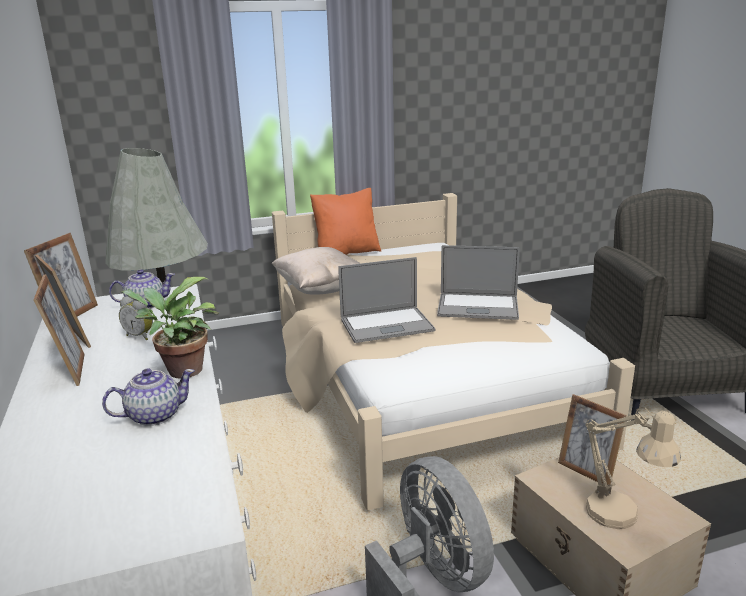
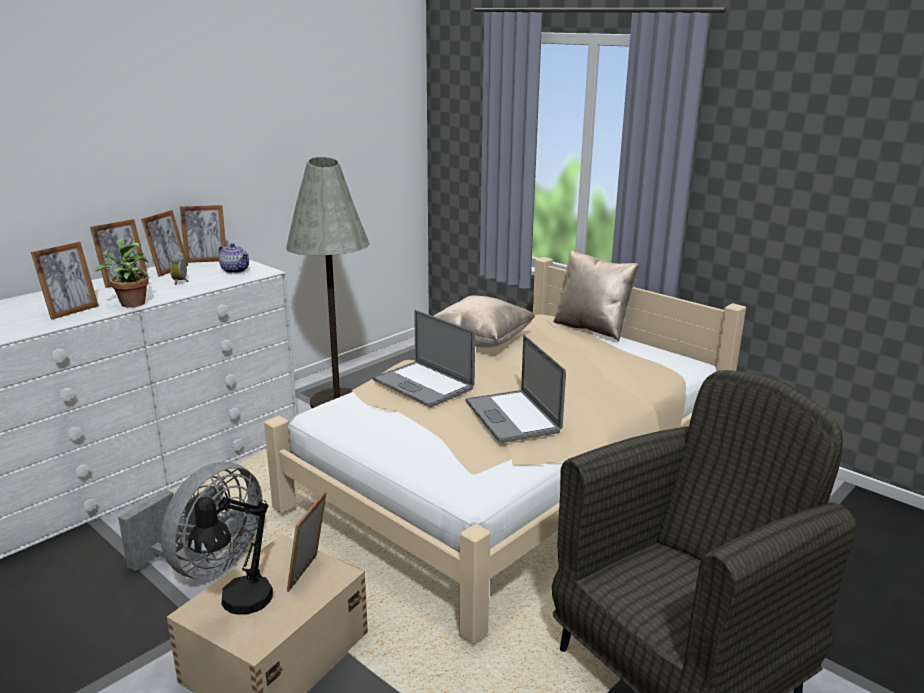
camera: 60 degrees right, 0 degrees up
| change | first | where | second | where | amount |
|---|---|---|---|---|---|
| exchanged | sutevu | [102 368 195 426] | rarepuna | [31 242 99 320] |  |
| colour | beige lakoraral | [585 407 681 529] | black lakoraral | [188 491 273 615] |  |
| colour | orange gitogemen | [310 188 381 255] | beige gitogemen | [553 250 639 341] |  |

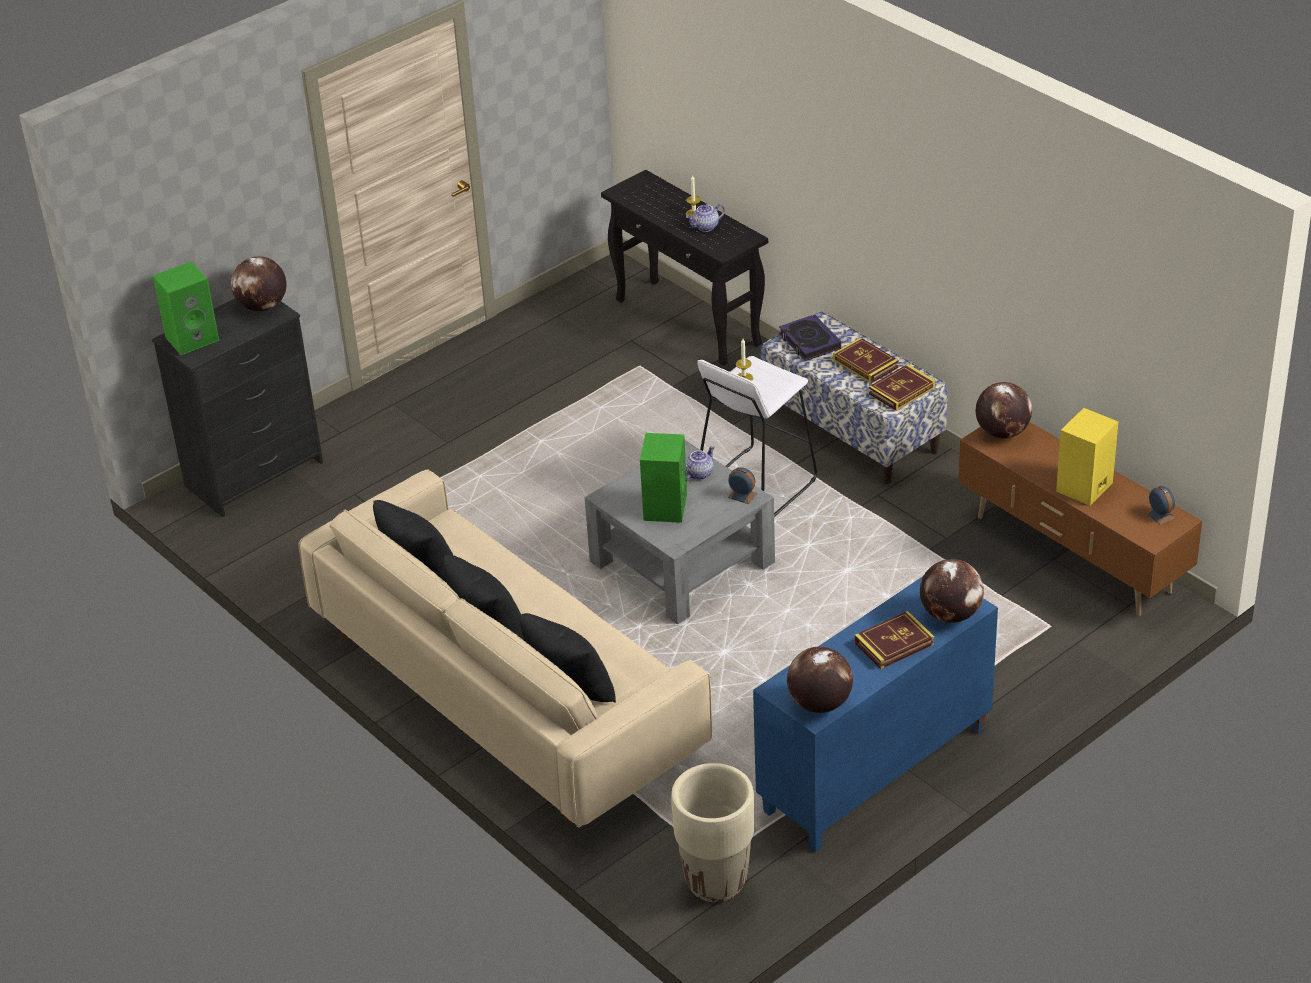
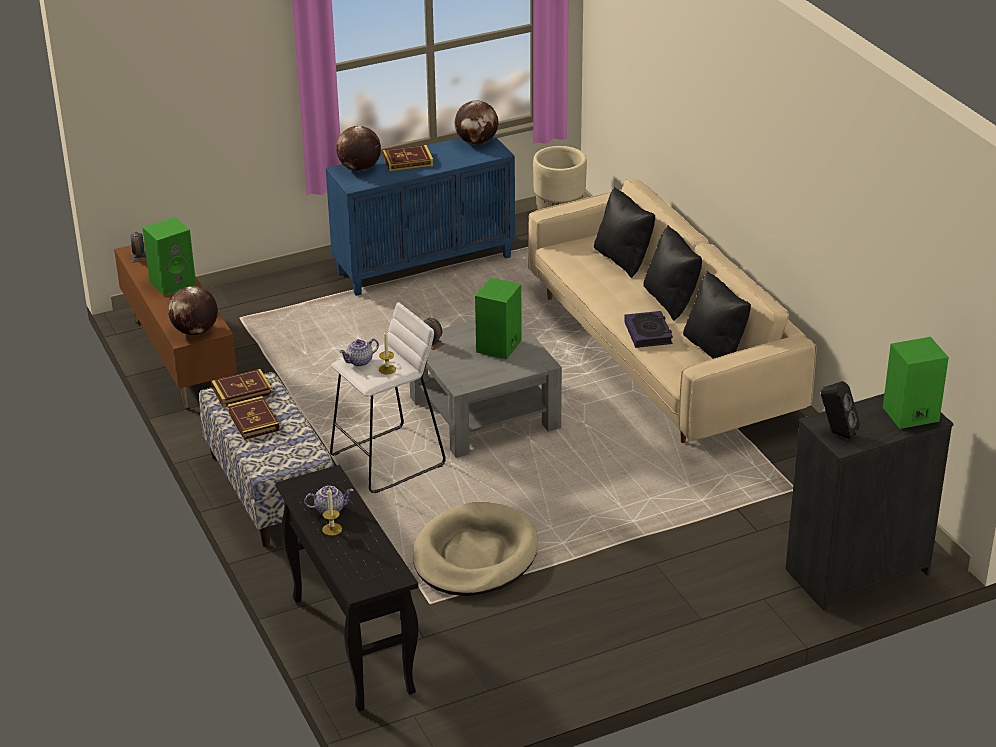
camera: 165 degrees left, 5 degrees down
| change | first | where | second | where | amount |
|---|---|---|---|---|---|
| colour | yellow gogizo | [1056 408 1118 506] | green gogizo | [142 217 196 296] |  |
| relocated | sutevu | [686 446 715 480] |  | [339 339 379 366] |  |
| appeared |  |  | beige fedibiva | [413 502 538 596] |  |
| relocated | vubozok | [779 314 841 361] |  | [624 311 673 348] |  |
| exchanged | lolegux | [231 256 287 312] | black gogizo | [821 381 860 440] |  |

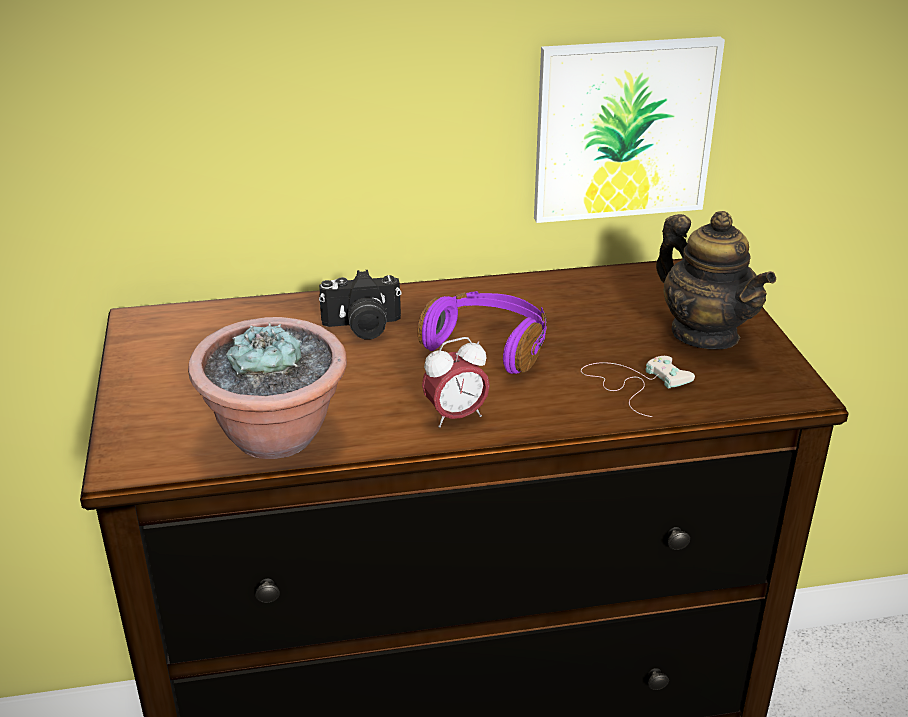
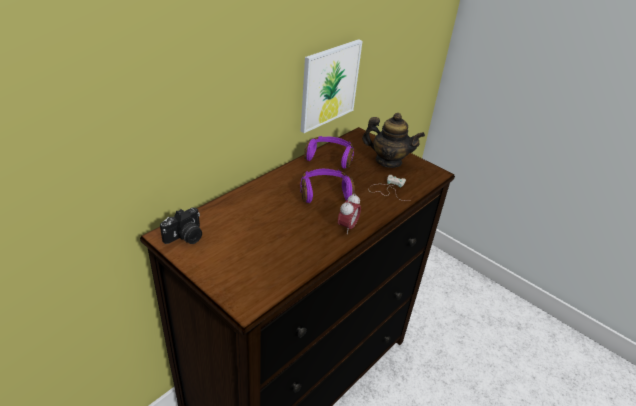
camera: 40 degrees left, 5 degrees up
| change | first | where | second | where | amount |
|---|---|---|---|---|---|
| relocated | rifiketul | [319 270 402 339] |  | [160 207 202 244] |  |
| appeared |  |  | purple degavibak | [304 136 354 169] |  |
| missing | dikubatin | [188 317 347 459] |  |  |  |

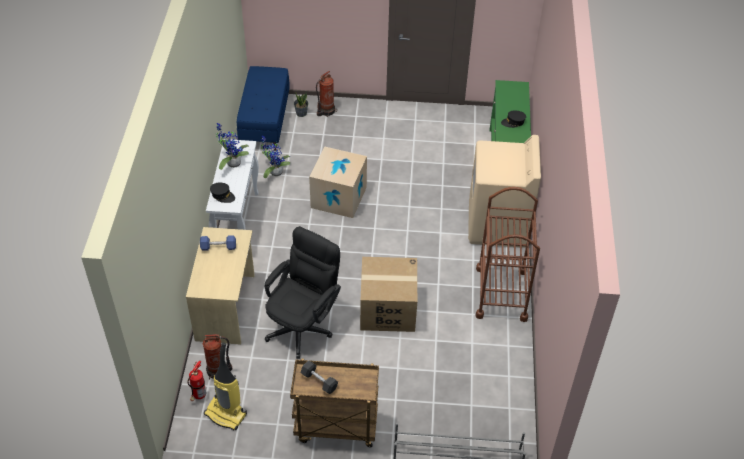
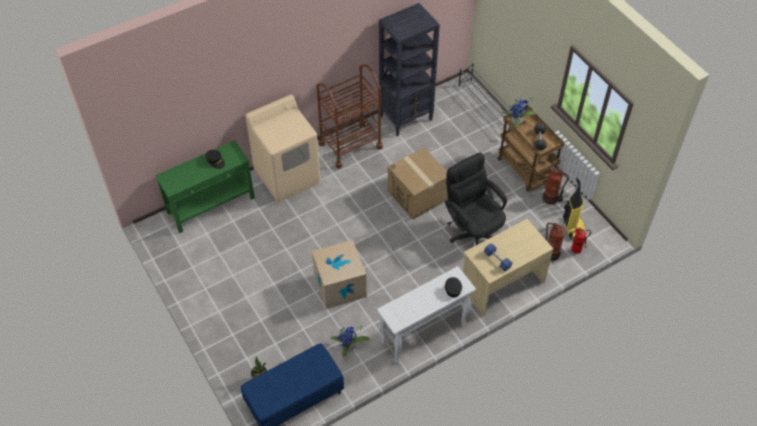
camera: 125 degrees left, 5 degrees up
| change | first | where | second | where | amount |
|---|---|---|---|---|---|
| appeared |  |  | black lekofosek | [379 3 440 136] |  |
| spun | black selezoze | [264 226 341 359] |  | [445 152 507 245] | 60 degrees clockwise |
| relocated | dikubatin | [216 123 249 170] |  | [502 96 537 126] |  |
| relocated | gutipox | [316 71 337 117] |  | [543 168 569 205] |  |

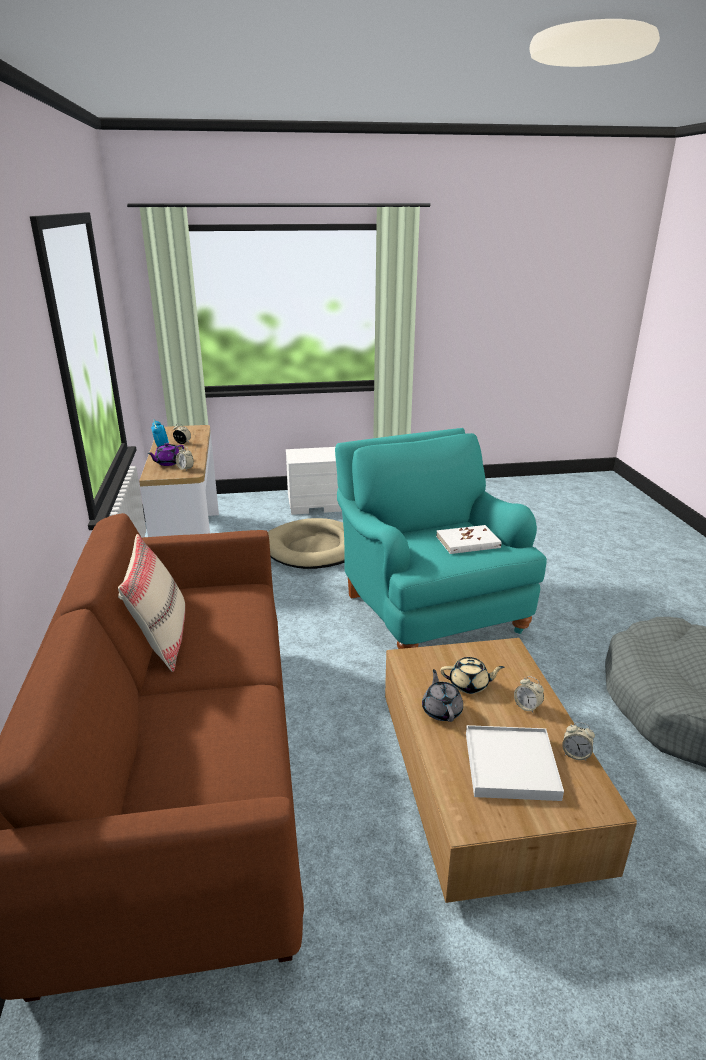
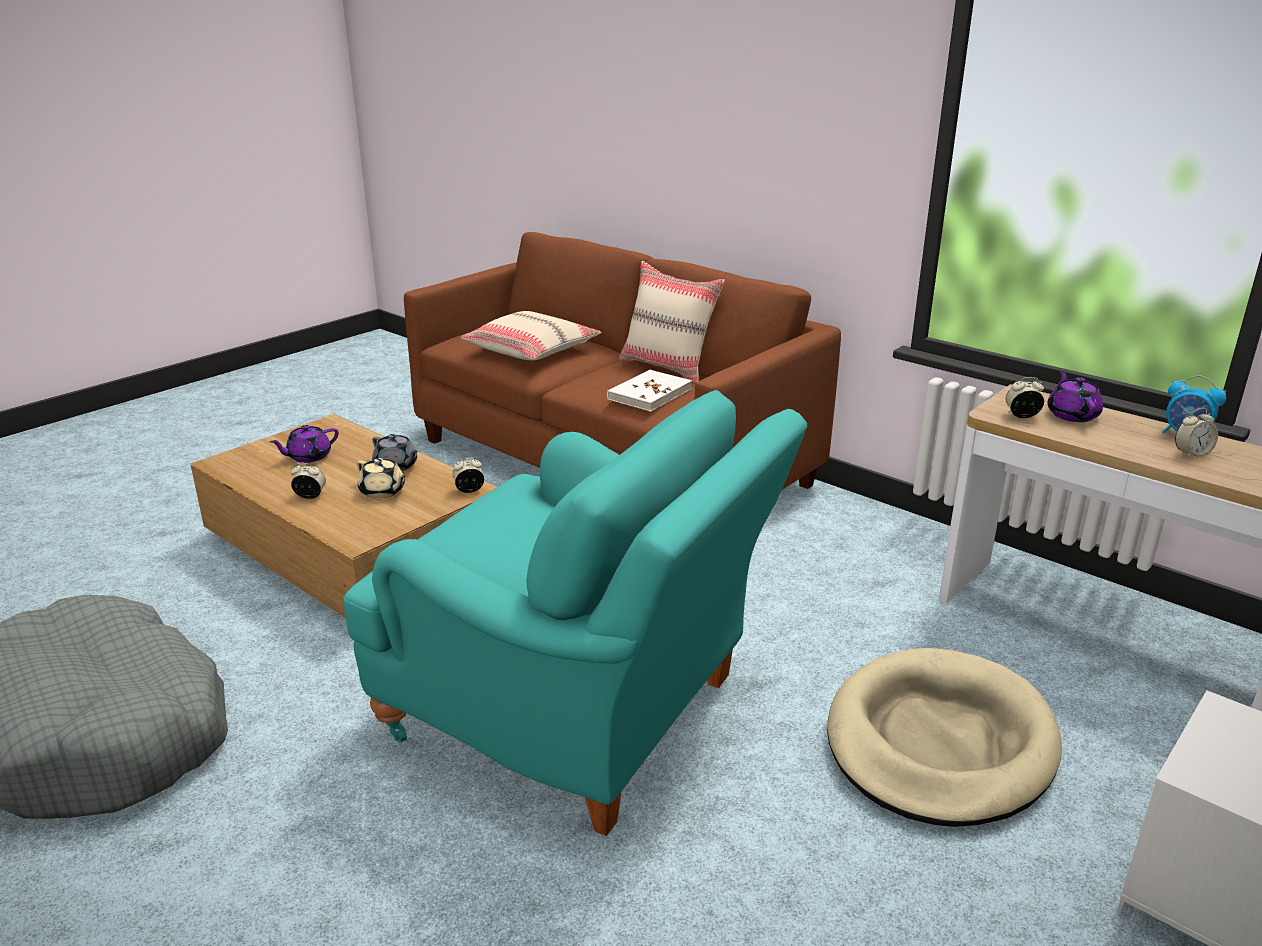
camera: 140 degrees right, 0 degrees up
| change | first | where | second | where | amount |
|---|---|---|---|---|---|
| exchanged | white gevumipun | [466 725 564 801] | purple sutevu | [270 425 339 463] |  |
| spun | beige sutevu | [441 657 504 694] |  | [357 458 406 499] | 105 degrees counterclockwise |
| relocated | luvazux | [562 722 595 761] |  | [452 457 484 493] |  |
| appeared |  |  | beige gitogemen | [461 311 601 360] |  |
| relocated | white vubozok | [436 525 501 554] |  | [607 370 692 411] |  |

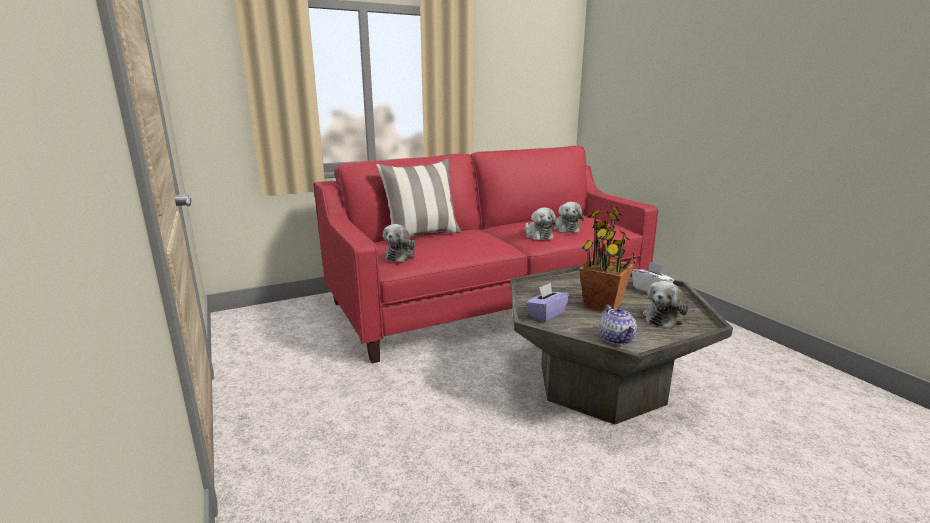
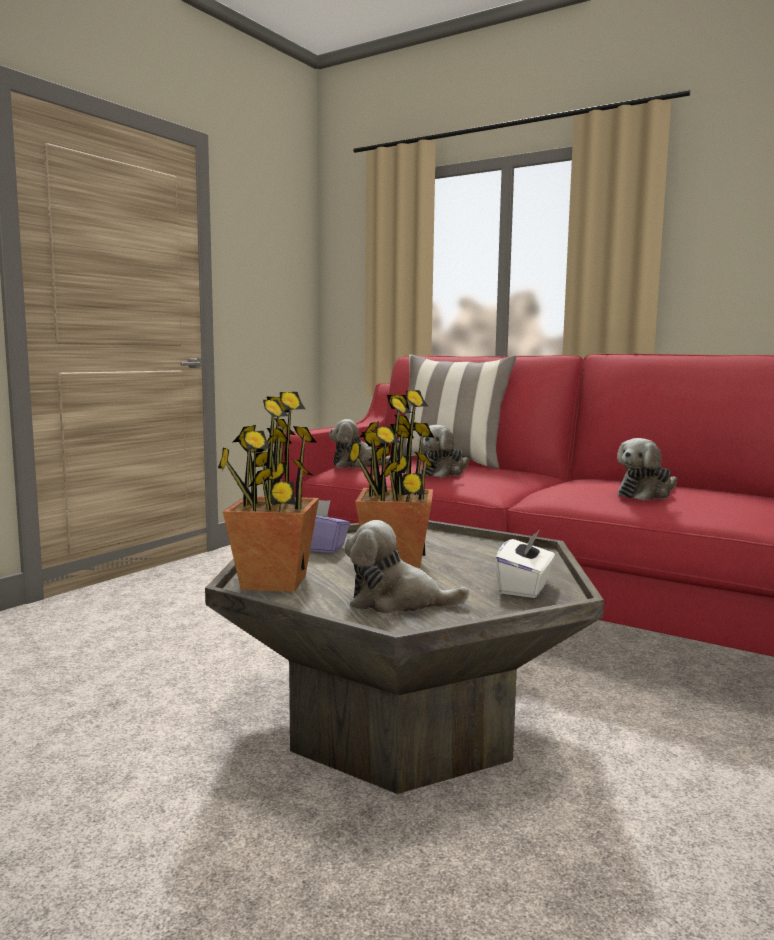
camera: 60 degrees right, 10 degrees down
| change | first | where | second | where | amount |
|---|---|---|---|---|---|
| exchanged | sutevu | [599 305 637 345] | dikubatin | [218 392 319 592] |  |
| relocated | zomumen | [525 207 556 240] |  | [419 425 469 477] |  |

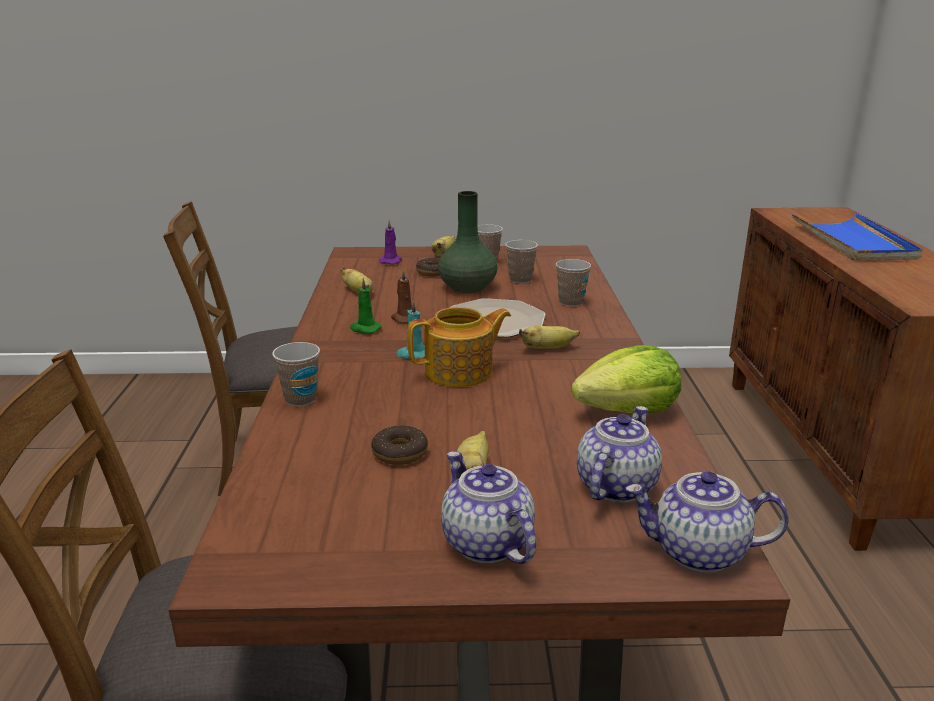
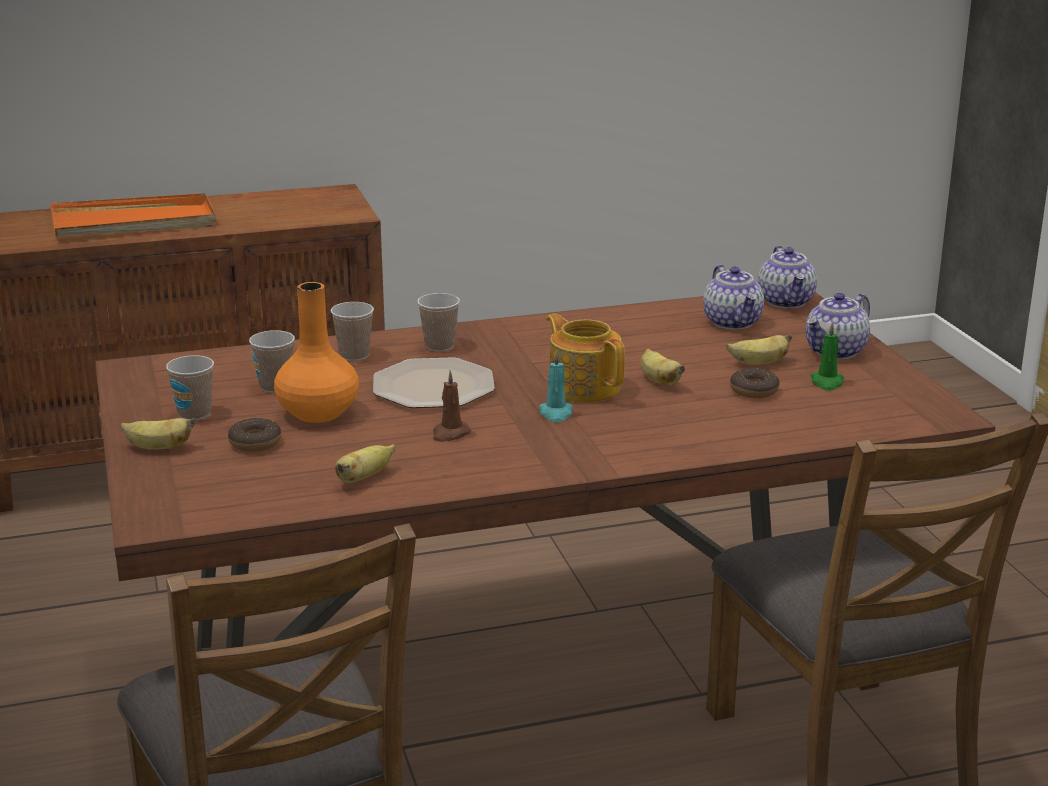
camera: 105 degrees left, 0 degrees up
| change | first | where | second | where | amount |
|---|---|---|---|---|---|
| colour | blue gevumipun | [792 213 923 261] | orange gevumipun | [50 193 216 237] |  |
| colour | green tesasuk | [438 191 497 293] | orange tesasuk | [274 282 359 423] |  |
| relocated | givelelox | [272 342 320 406] |  | [417 293 460 351] |  |
| relocated | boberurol | [519 326 580 349] |  | [640 348 685 385] |  |
| spun | sutevu | [577 406 662 502] |  | [703 265 764 330] | 120 degrees counterclockwise |
| relocated | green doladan | [350 278 382 333] |  | [811 322 844 390] |  |
| missing | purple doladan | [379 220 402 265] |  |  |  |
| missing | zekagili | [571 345 681 414] |  |  |  |

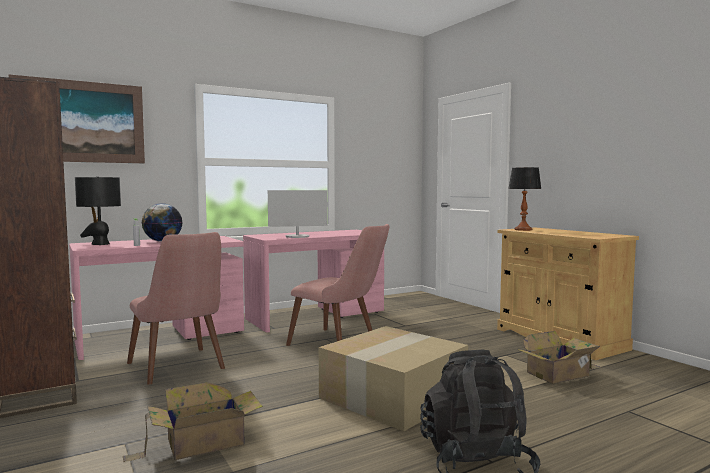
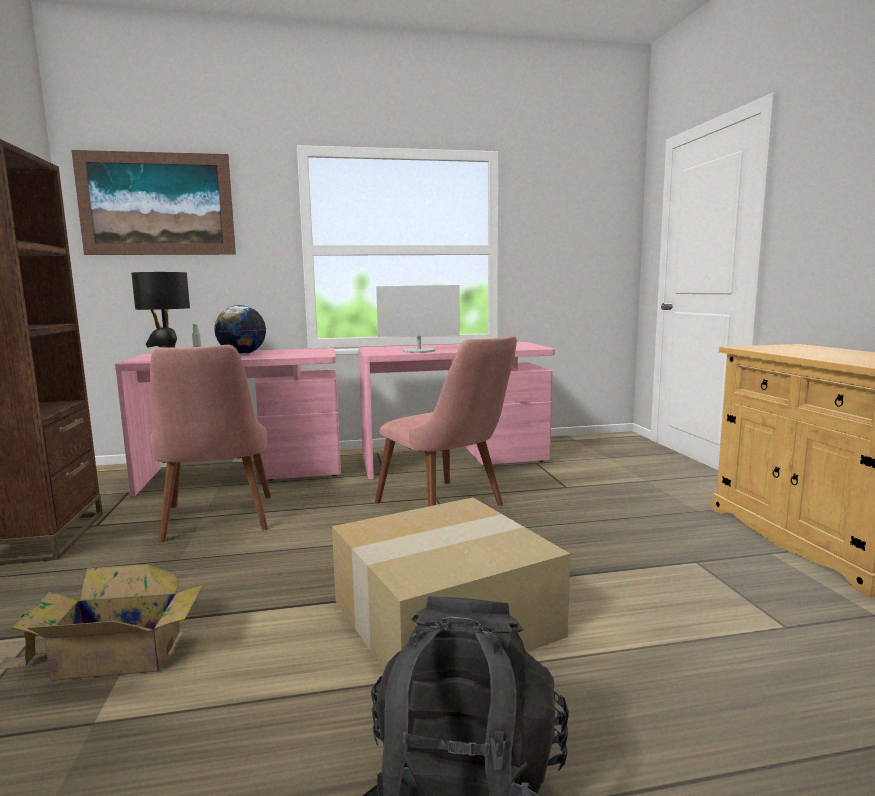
camera: 20 degrees right, 5 degrees up
| change | first | where | second | where | amount |
|---|---|---|---|---|---|
| missing | lakoraral | [508 167 541 231] |  |  |  |
| missing | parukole | [517 331 601 384] |  |  |  |

